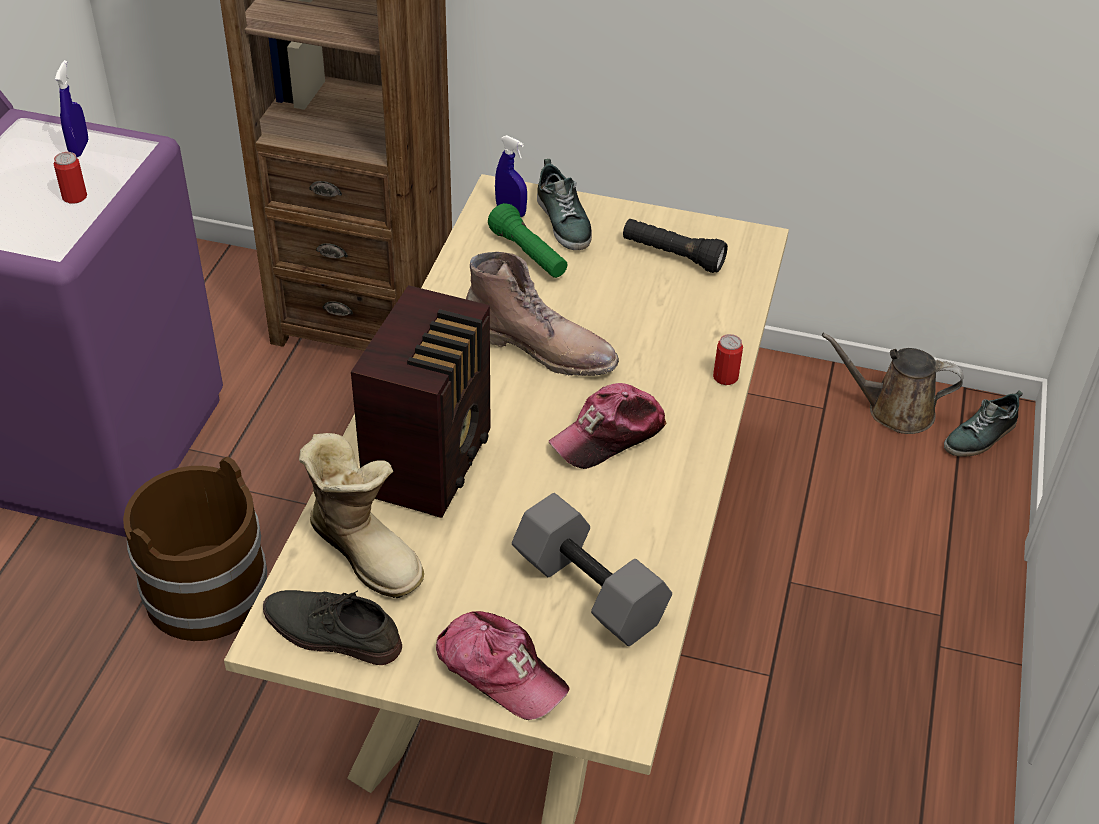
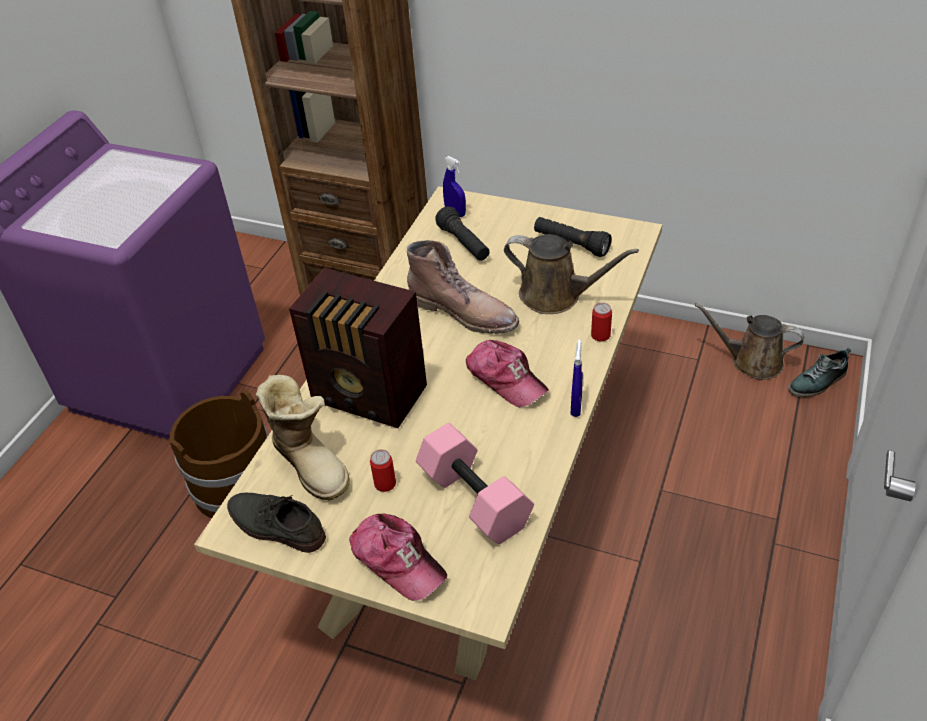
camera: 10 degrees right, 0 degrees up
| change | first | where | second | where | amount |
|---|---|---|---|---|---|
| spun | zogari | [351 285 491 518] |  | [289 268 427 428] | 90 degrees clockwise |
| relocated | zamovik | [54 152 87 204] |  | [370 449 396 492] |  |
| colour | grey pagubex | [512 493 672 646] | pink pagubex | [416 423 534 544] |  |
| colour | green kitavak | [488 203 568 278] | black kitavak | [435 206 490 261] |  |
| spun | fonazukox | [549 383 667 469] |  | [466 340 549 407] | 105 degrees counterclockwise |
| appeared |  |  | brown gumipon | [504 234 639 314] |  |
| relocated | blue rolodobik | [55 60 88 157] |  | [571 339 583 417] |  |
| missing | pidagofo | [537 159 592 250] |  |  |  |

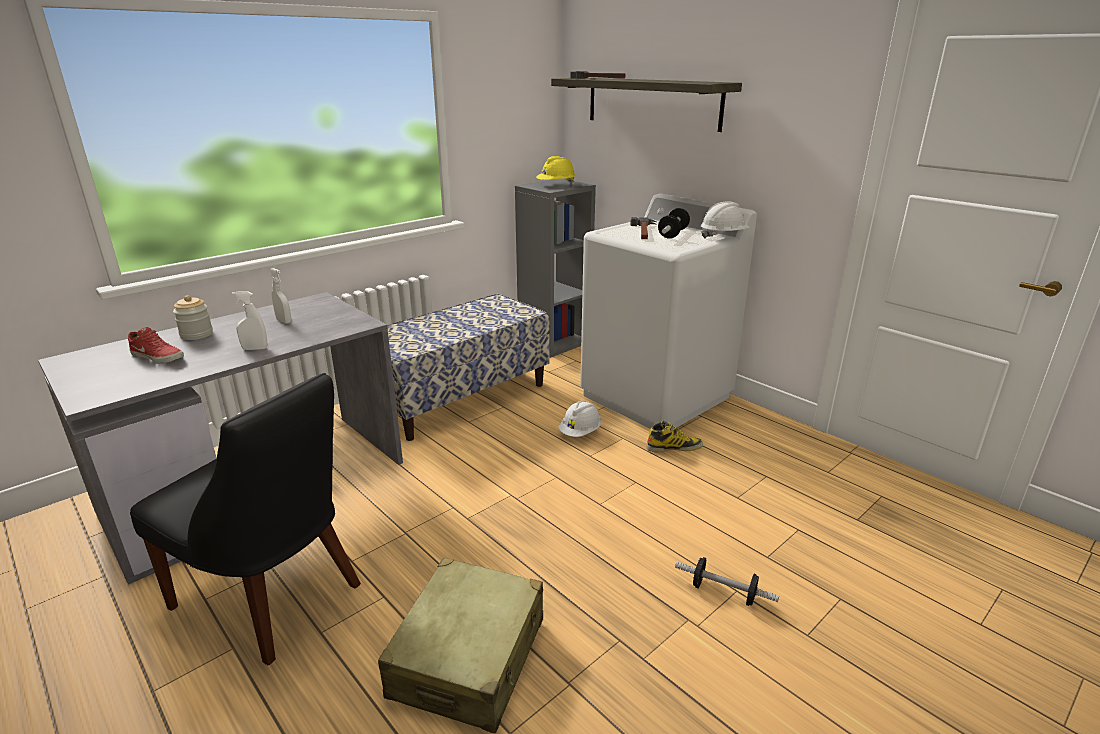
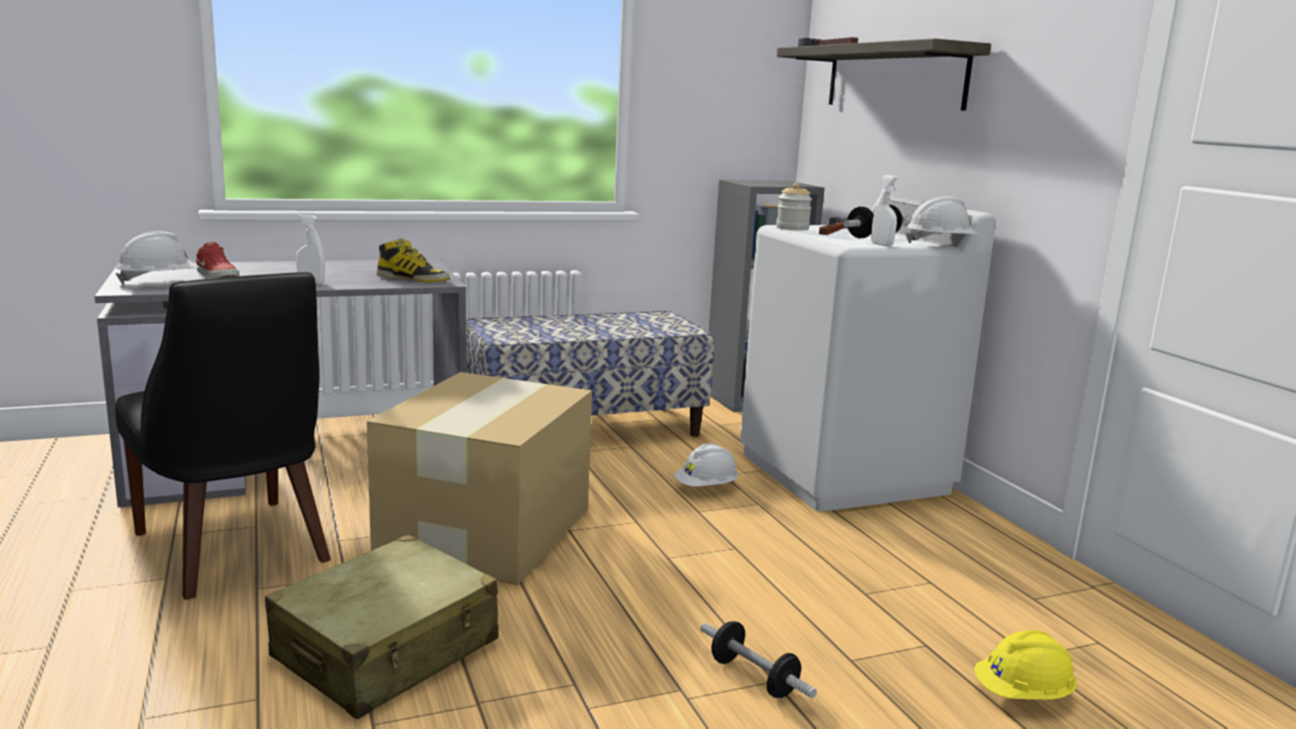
camera: 20 degrees right, 10 degrees down
| change | first | where | second | where | amount |
|---|---|---|---|---|---|
| appeared |  |  | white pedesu | [116 231 199 284] |  |
| appeared |  |  | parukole | [367 372 592 585] |  |
| relocated | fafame | [647 421 703 452] |  | [376 238 450 283] |  |
| relocated | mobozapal | [173 295 213 340] |  | [776 183 812 231] |  |
| relocated | white rolodobik | [270 268 291 324] |  | [871 175 899 246] |  |
| relocated | yellow pedesu | [536 156 576 183] |  | [974 630 1077 700] |  |

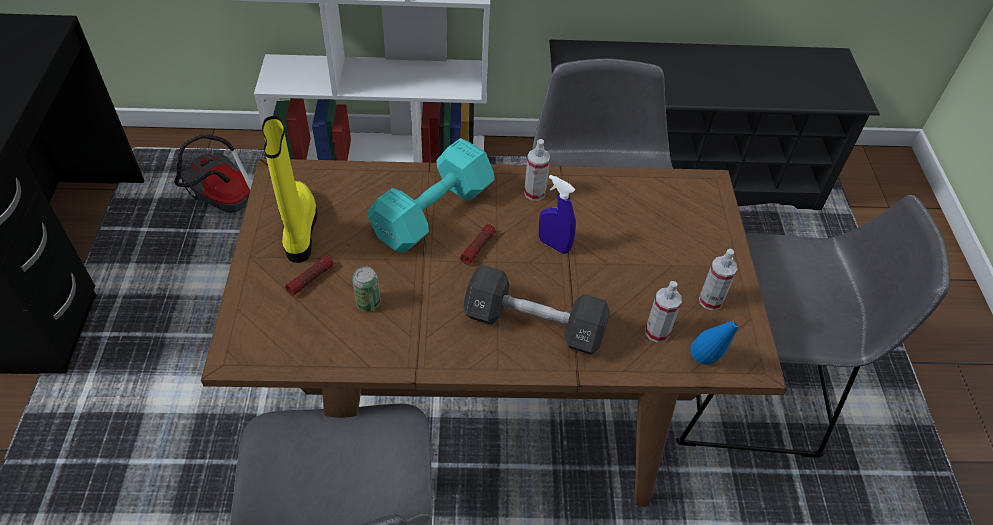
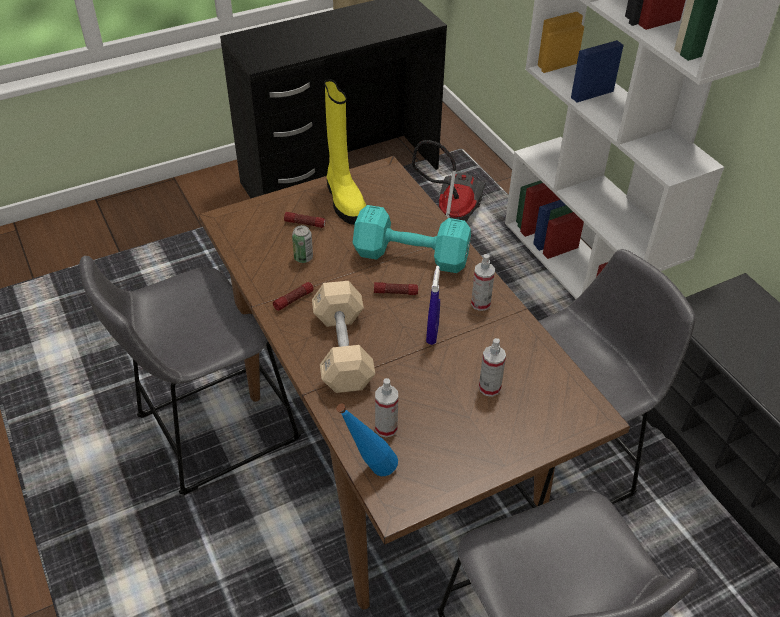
camera: 65 degrees right, 5 degrees down
| change | first | where | second | where | amount |
|---|---|---|---|---|---|
| appeared |  |  | kitavak | [273 282 314 311] |  |
| colour | black pagubex | [463 265 610 355] | beige pagubex | [312 281 375 393] |  |
| spun | yellow fafame | [262 116 317 263] |  | [324 79 366 225] | 105 degrees clockwise |
| relocated | rolodobik | [699 249 738 311] |  | [479 338 506 397] |  |

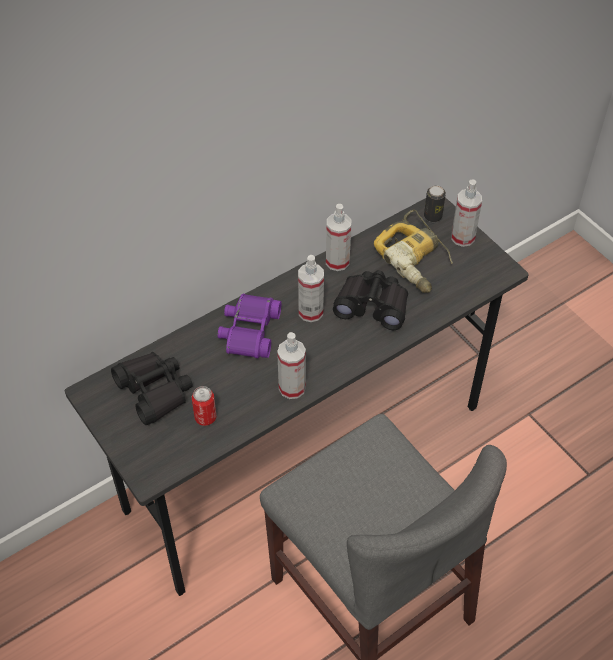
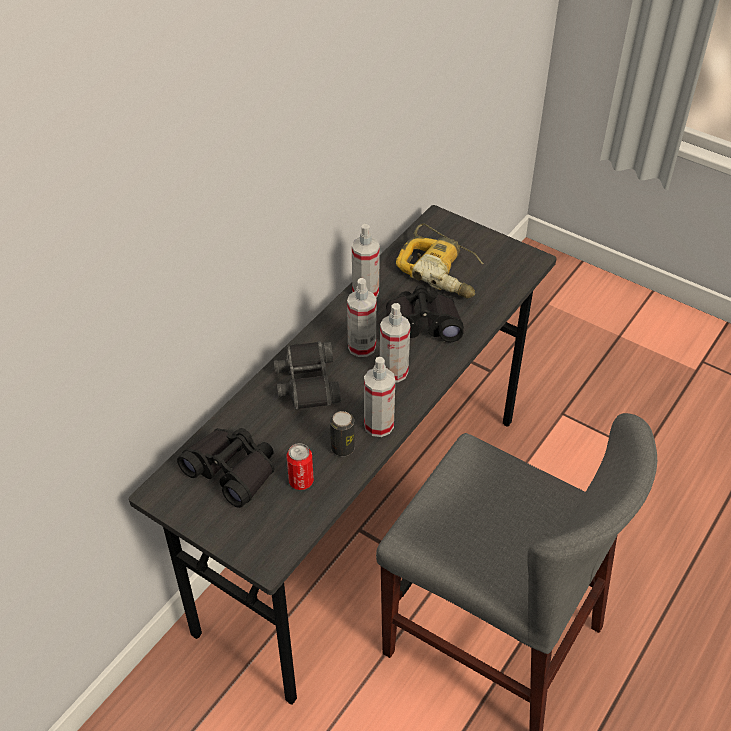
camera: 20 degrees left, 5 degrees down
| change | first | where | second | where | amount |
|---|---|---|---|---|---|
| colour | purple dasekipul | [218 294 281 358] | black dasekipul | [274 341 341 410] |  |
| relocated | zamovik | [424 185 446 222] |  | [330 411 355 456] |  |
| relocated | rolodobik | [451 179 482 247] |  | [380 303 410 383] |  |

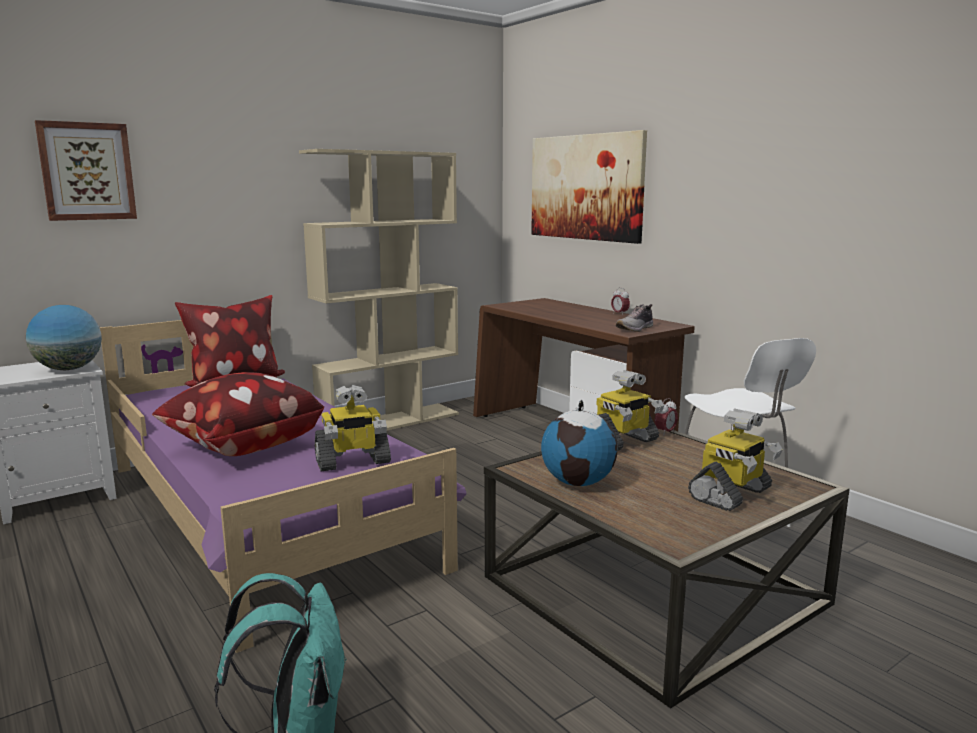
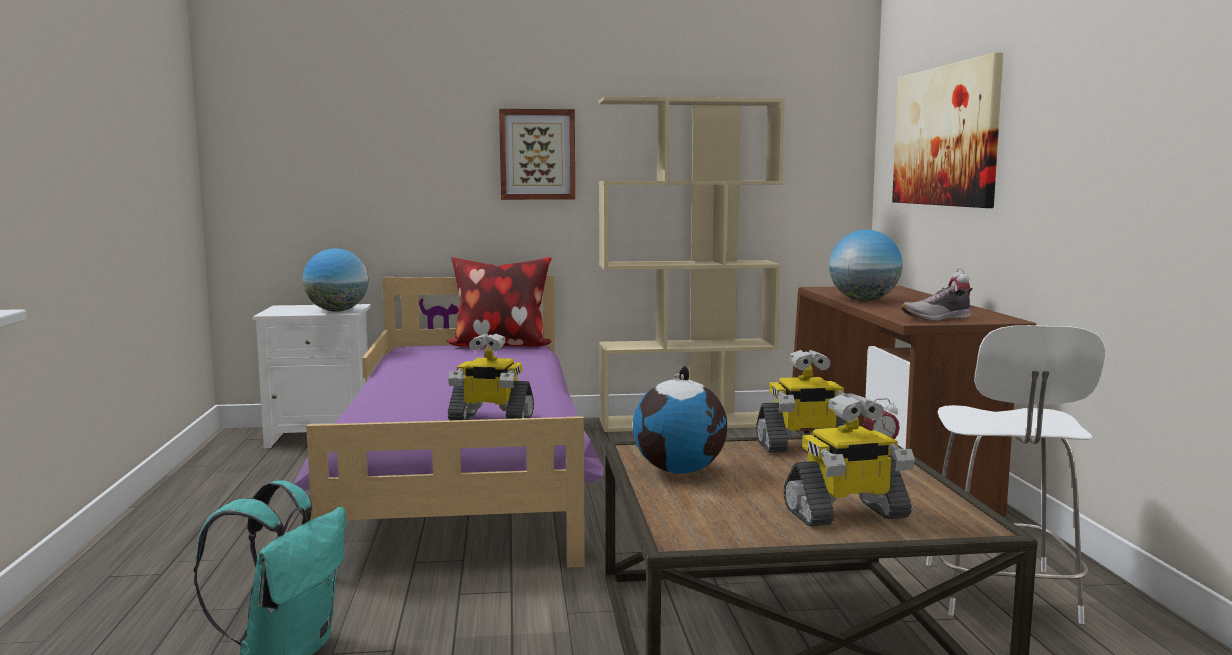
camera: 30 degrees right, 5 degrees down
| change | first | where | second | where | amount |
|---|---|---|---|---|---|
| relocated | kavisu | [35 120 137 221] |  | [499 109 575 200] |  |
| appeared |  |  | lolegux | [829 230 902 301] |  |
| missing | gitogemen | [152 372 324 456] |  |  |  |

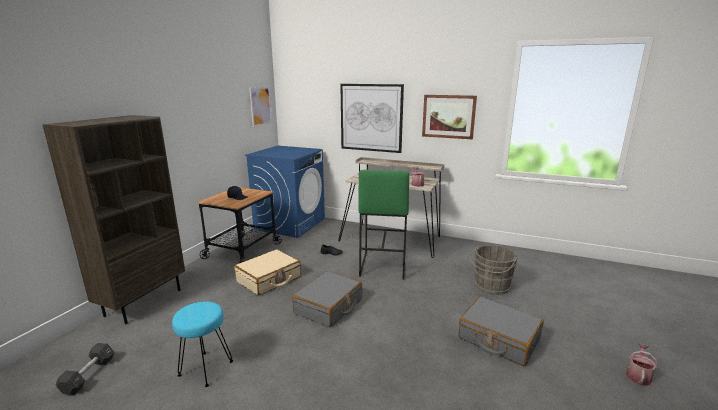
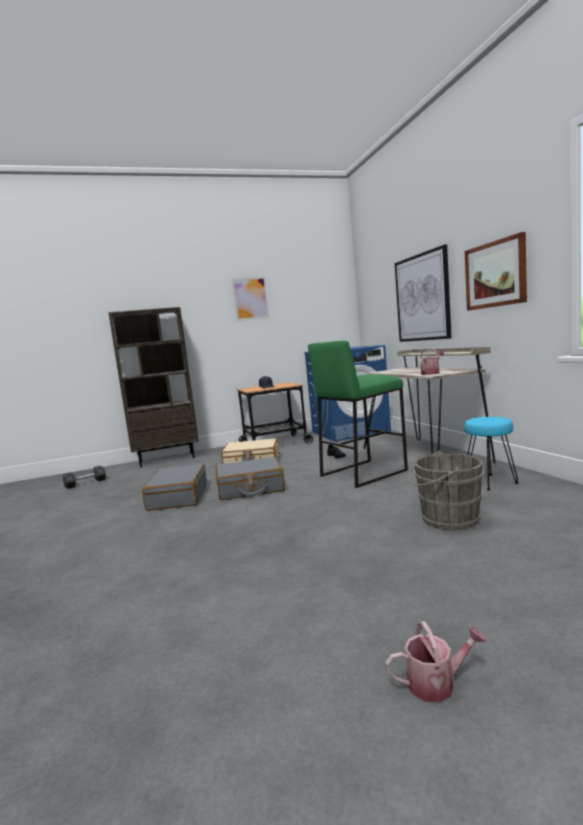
camera: 50 degrees right, 10 degrees down
| change | first | where | second | where | amount |
|---|---|---|---|---|---|
| relocated | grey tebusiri | [458 297 544 366] |  | [142 464 207 511] |  |
| relocated | kavisu | [249 87 272 127] |  | [232 277 270 321] |  |
| relocated | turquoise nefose | [172 302 233 387] |  | [464 417 518 491] |  |

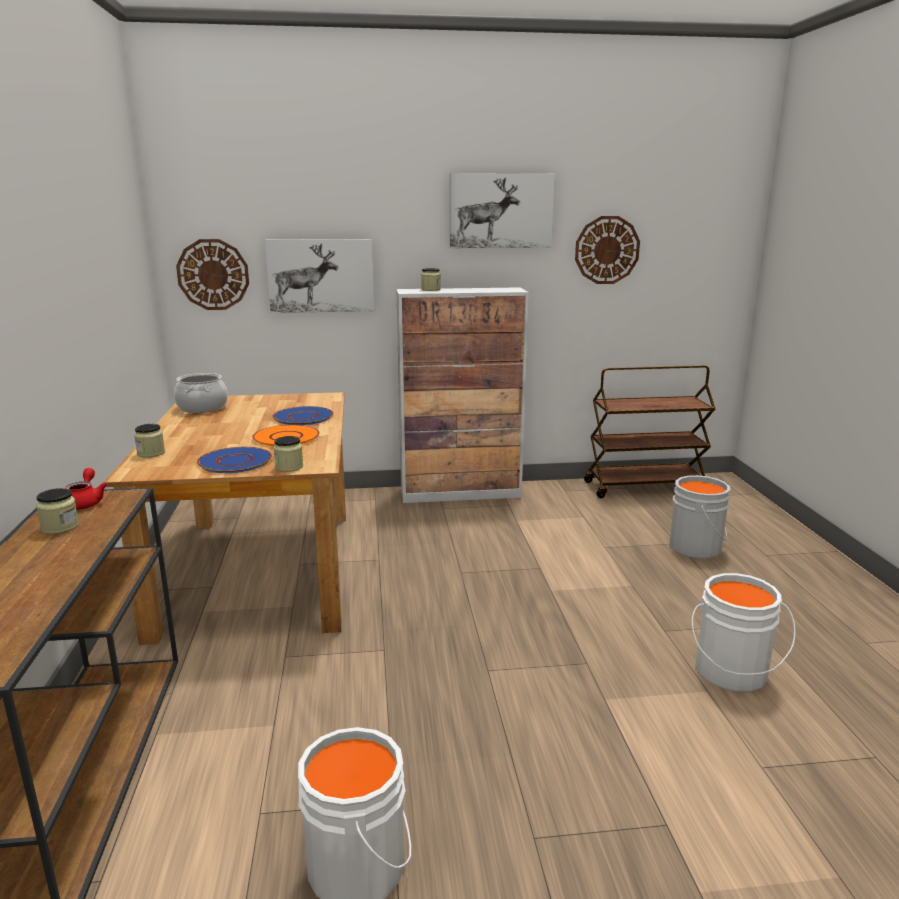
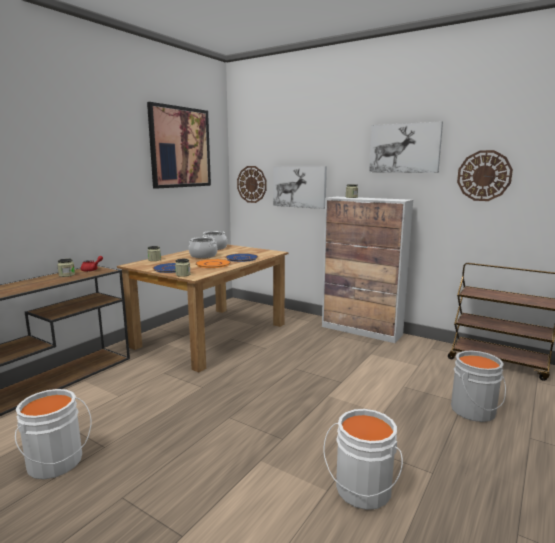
camera: 40 degrees right, 5 degrees down
| change | first | where | second | where | amount |
|---|---|---|---|---|---|
| appeared |  |  | kavisu | [147 102 211 189] |  |
| appeared |  |  | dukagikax | [189 237 217 258] |  |

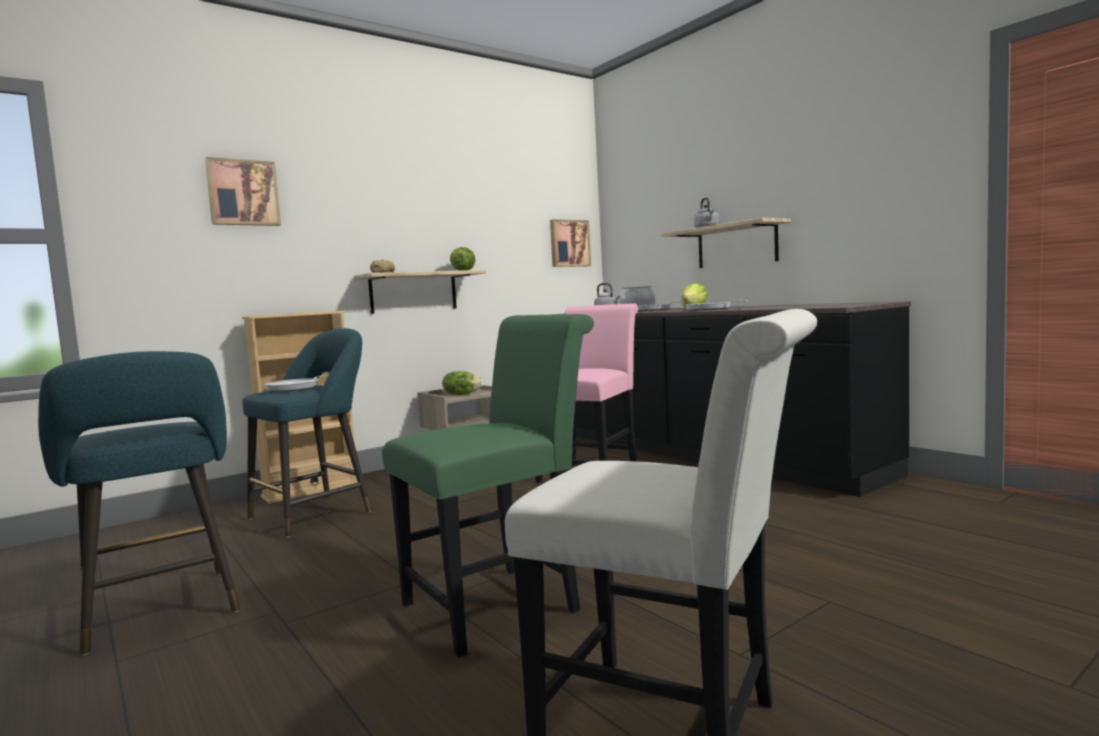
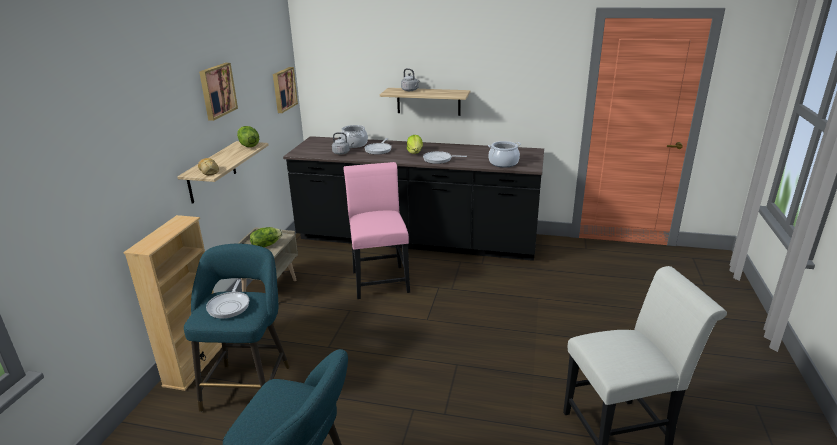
camera: 40 degrees left, 20 degrees up
| change | first | where | second | where | amount |
|---|---|---|---|---|---|
| relocated | kavisu | [205 157 281 226] |  | [199 63 238 121] |  |
| appeared |  |  | dukagikax | [488 141 521 167] |  |
| missing | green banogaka | [382 314 594 657] |  |  |  |

